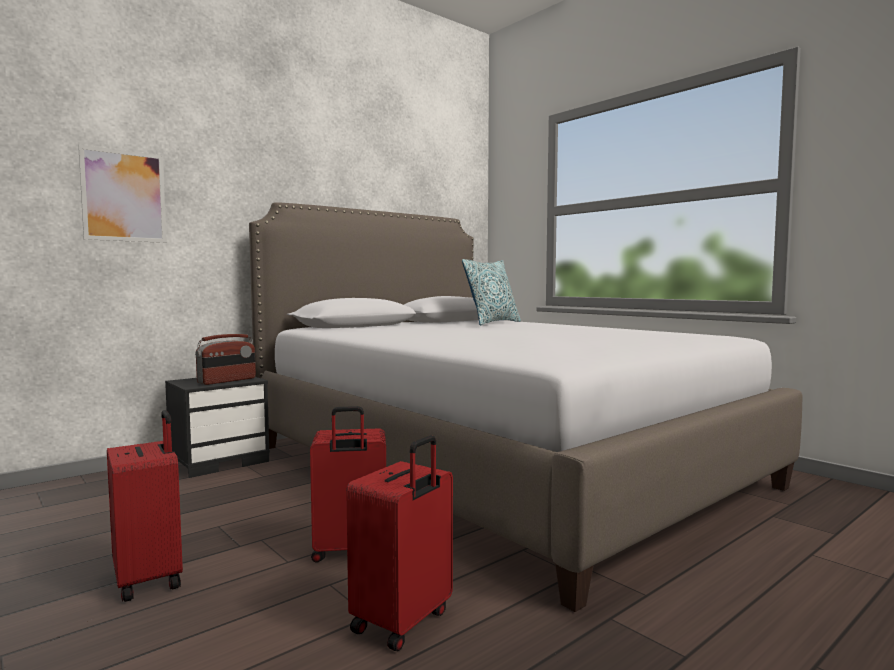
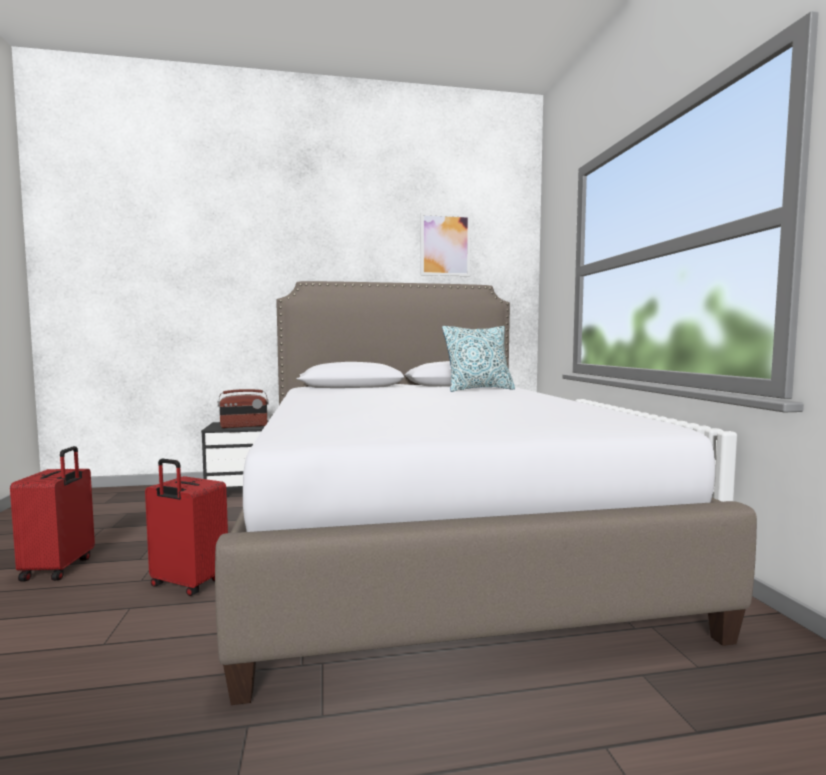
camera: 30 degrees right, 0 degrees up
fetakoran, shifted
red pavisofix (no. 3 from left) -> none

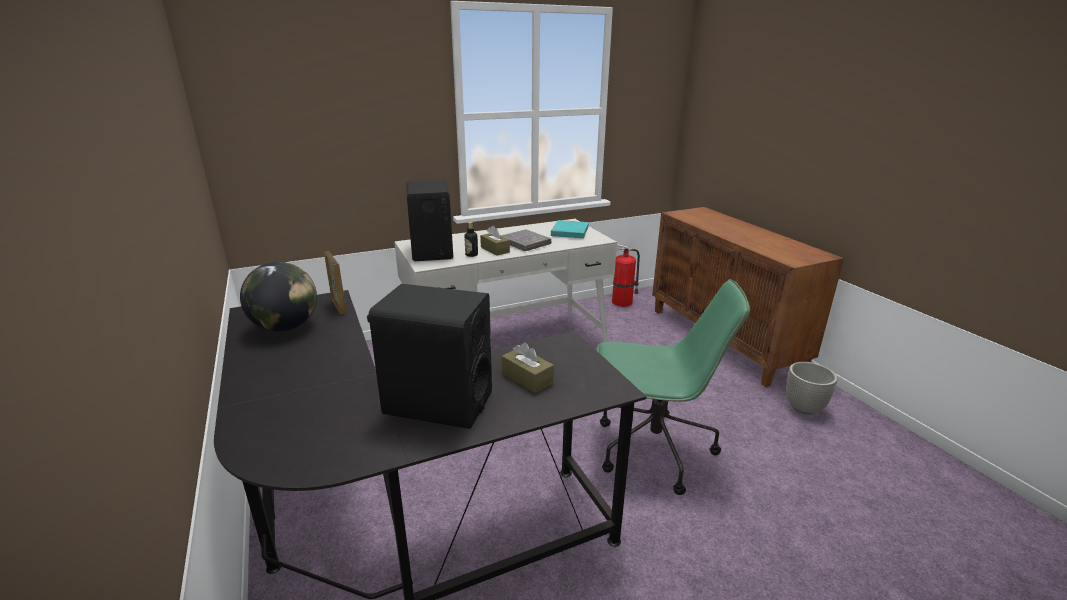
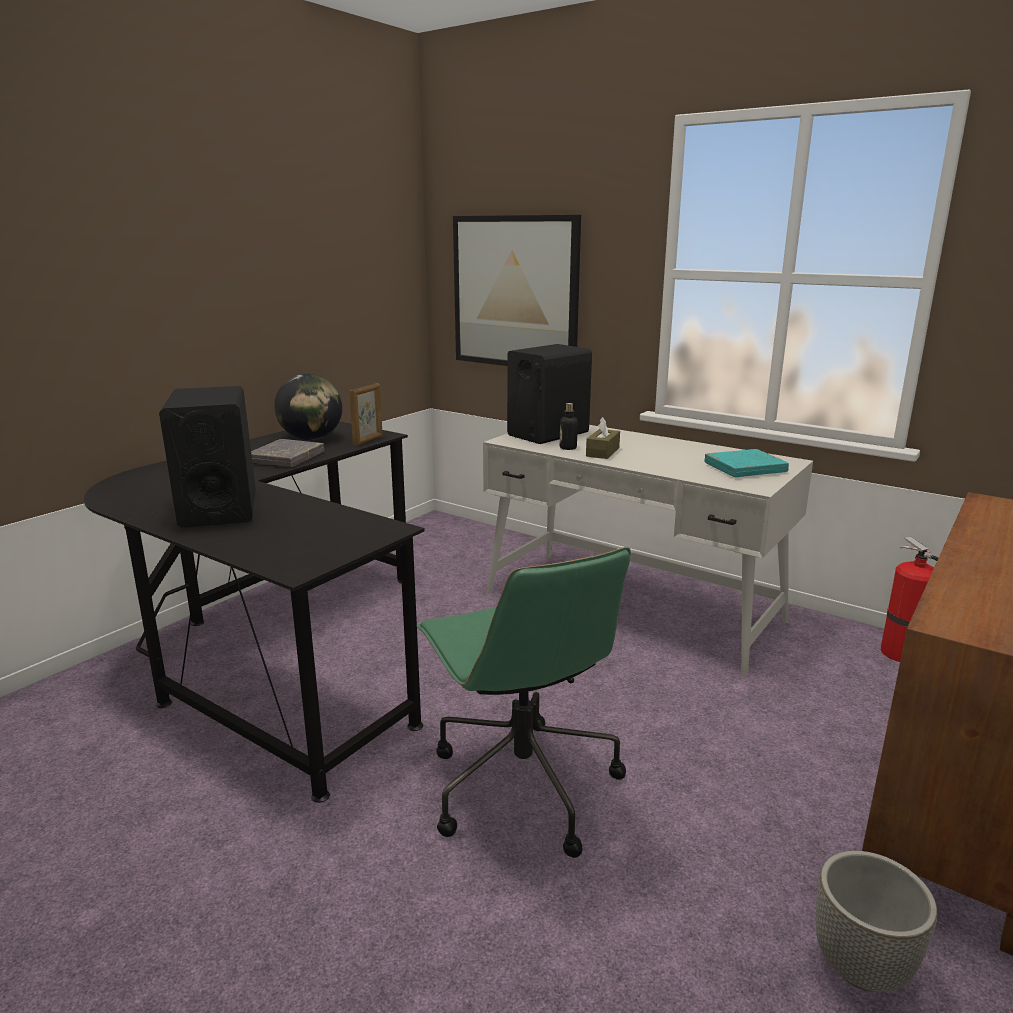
camera: 60 degrees right, 5 degrees down
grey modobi, shifted
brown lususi (no. 2 from left) -> none
none -> fetakoran

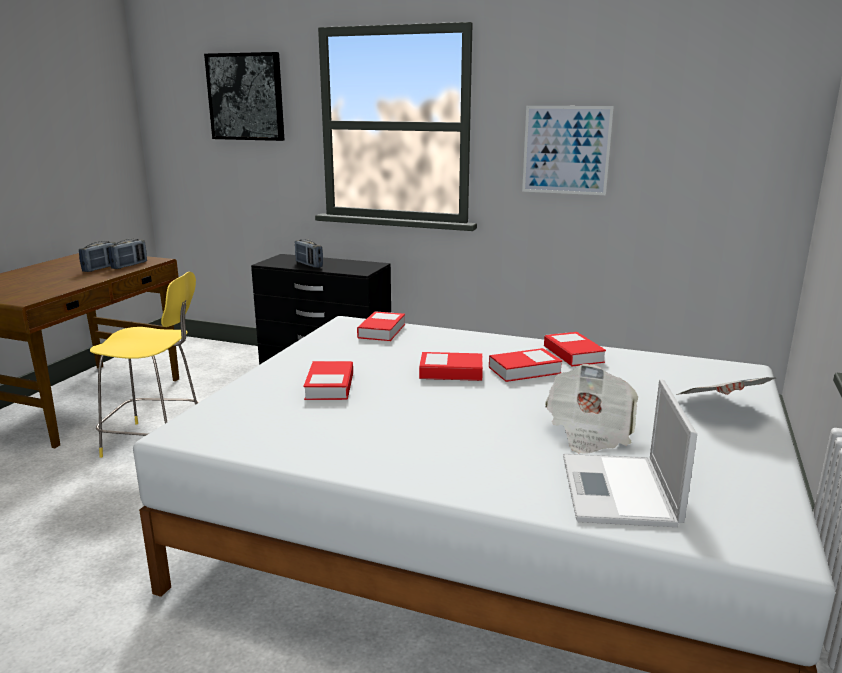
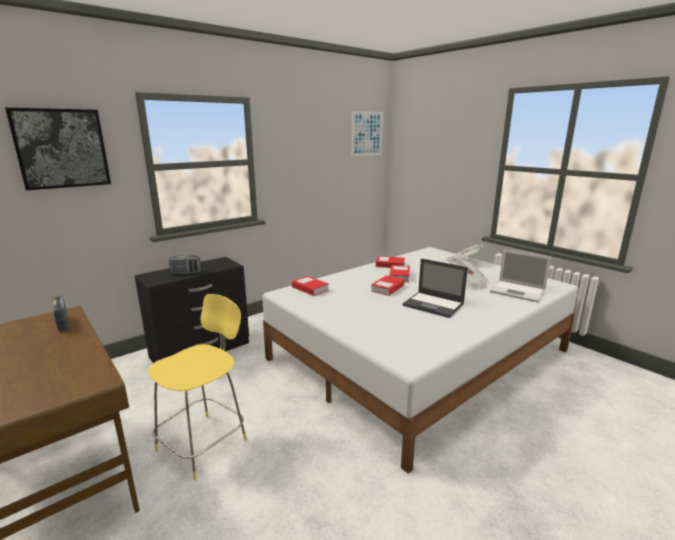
camera: 60 degrees left, 0 degrees up
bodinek (no. 1 from left) -> none
modobi (no. 1 from left) -> none
fetakoran (no. 2 from left), shifted
none -> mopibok (no. 1 from left)

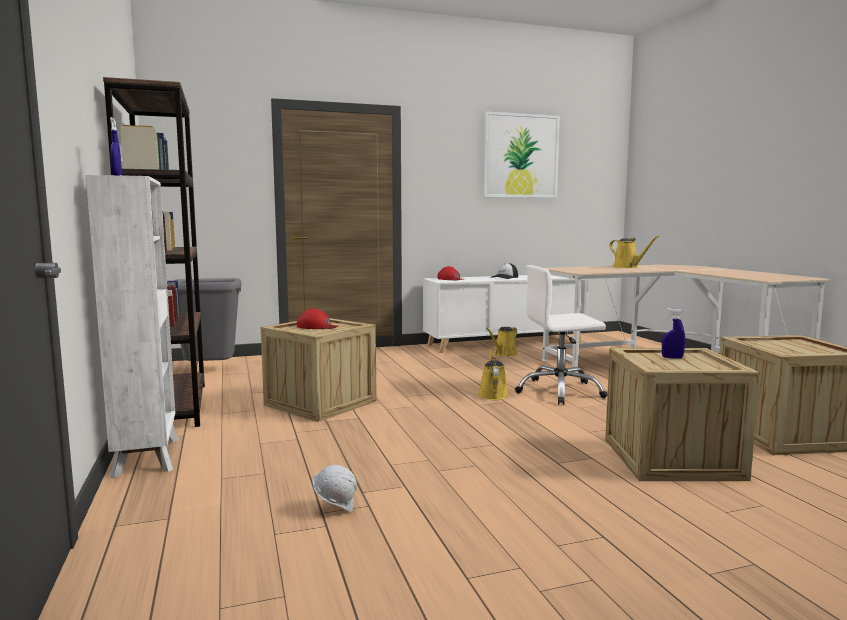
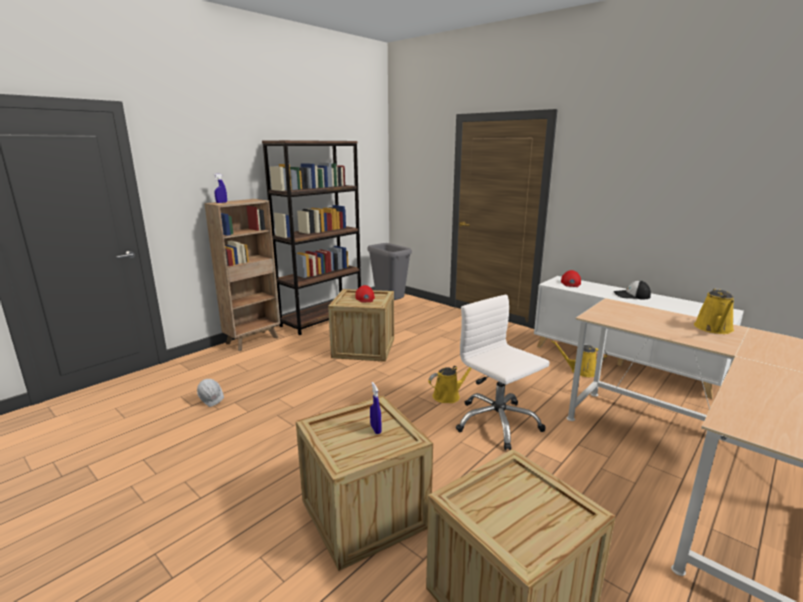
camera: 60 degrees right, 10 degrees up
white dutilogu -> brown dutilogu (no. 1 from left)
fetakoran -> none

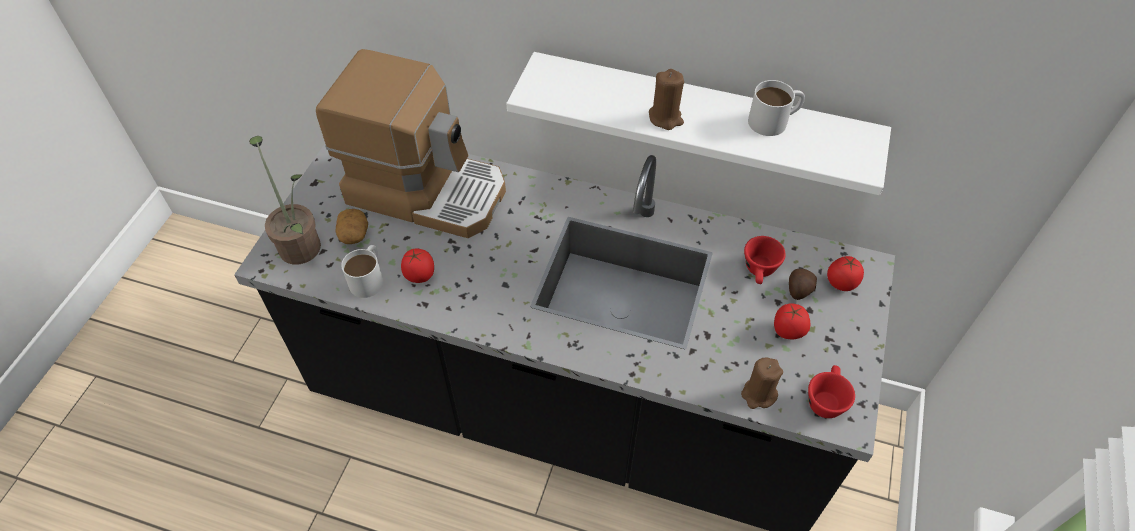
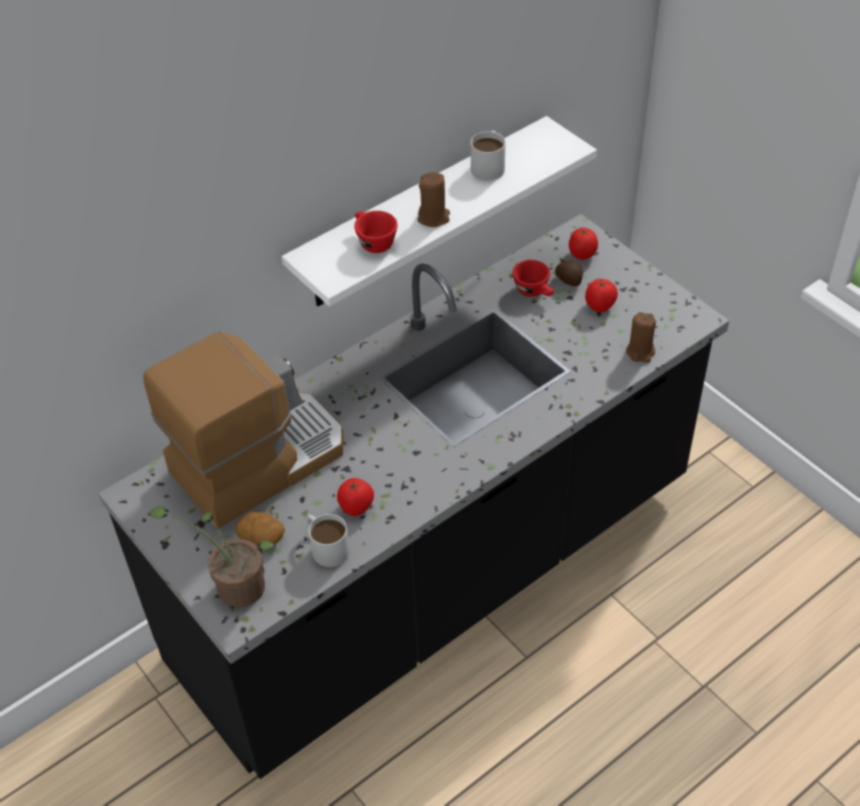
camera: 55 degrees left, 5 degrees down
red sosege (no. 2 from left in the first image) -> red sosege (no. 1 from left), shifted

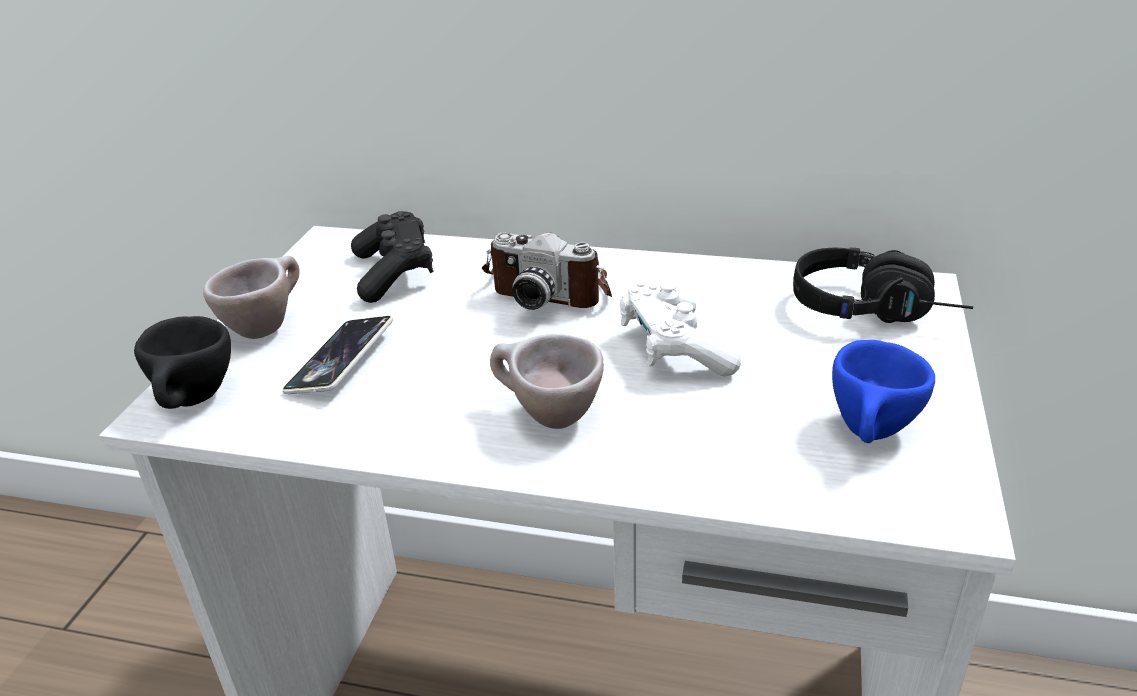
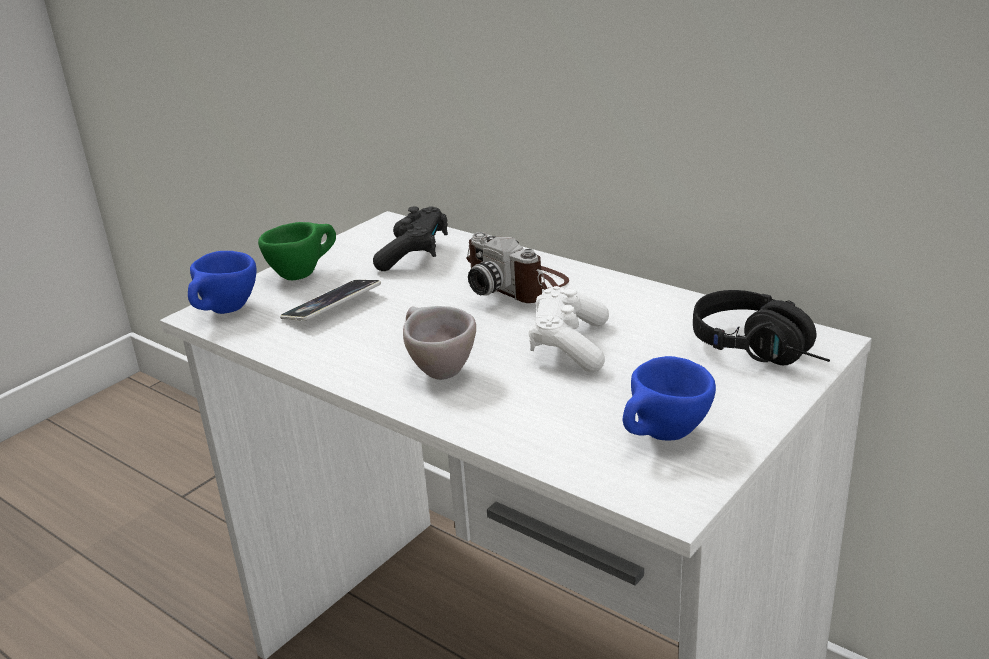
camera: 25 degrees right, 5 degrees down
black sosege -> blue sosege (no. 1 from left)
beige sosege (no. 1 from left) -> green sosege

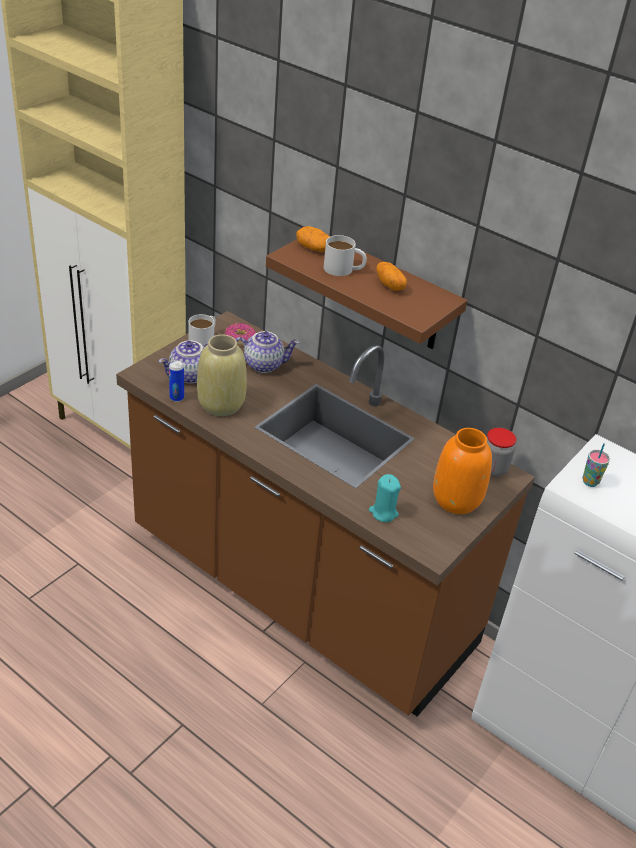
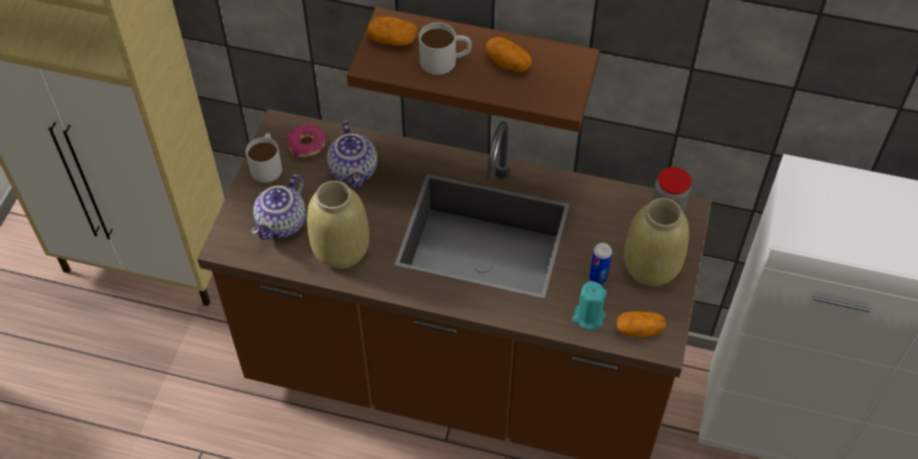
camera: 20 degrees left, 15 degrees up
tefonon, shifted
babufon (no. 2 from left), 105 degrees clockwise
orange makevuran -> beige makevuran (no. 2 from left)
sosege -> none
none -> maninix (no. 3 from left)

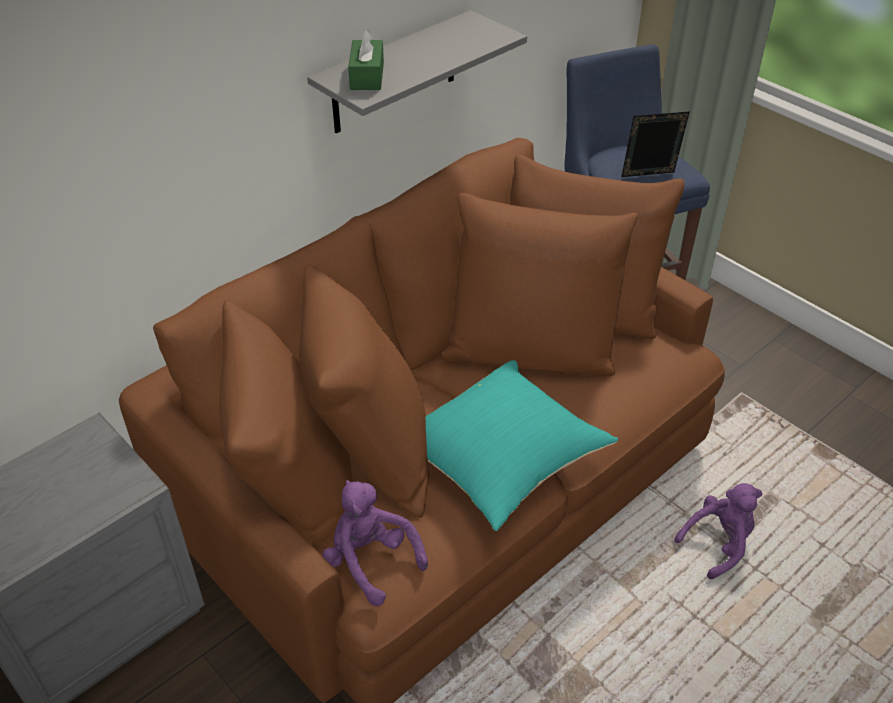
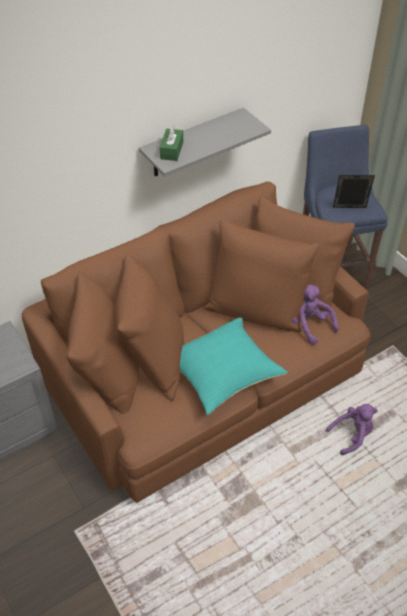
camera: 10 degrees right, 5 degrees up
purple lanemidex (no. 1 from left), shifted

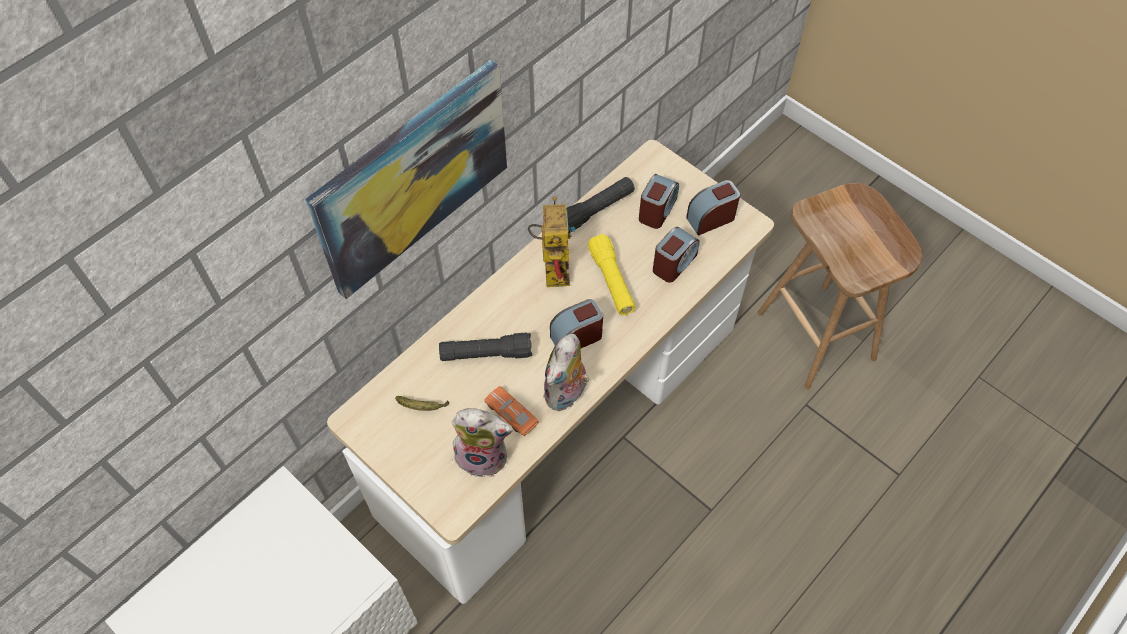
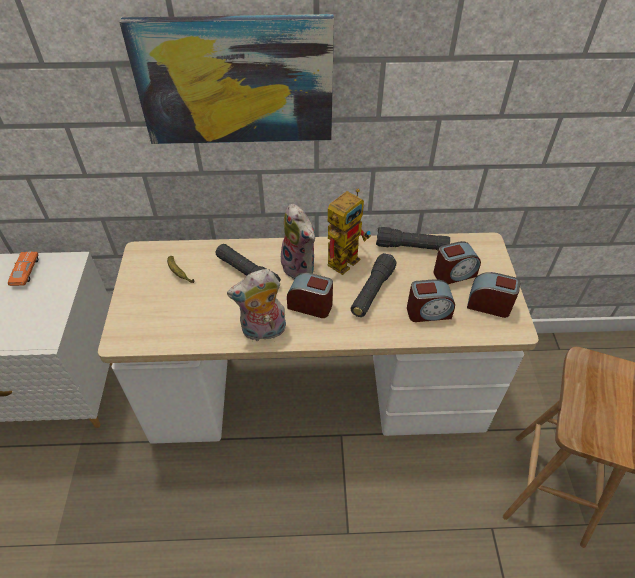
camera: 45 degrees right, 10 degrees down
lanemidex (no. 1 from left in the first image) -> lanemidex (no. 2 from left), shifted
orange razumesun, shifted
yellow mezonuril -> black mezonuril (no. 2 from left)

